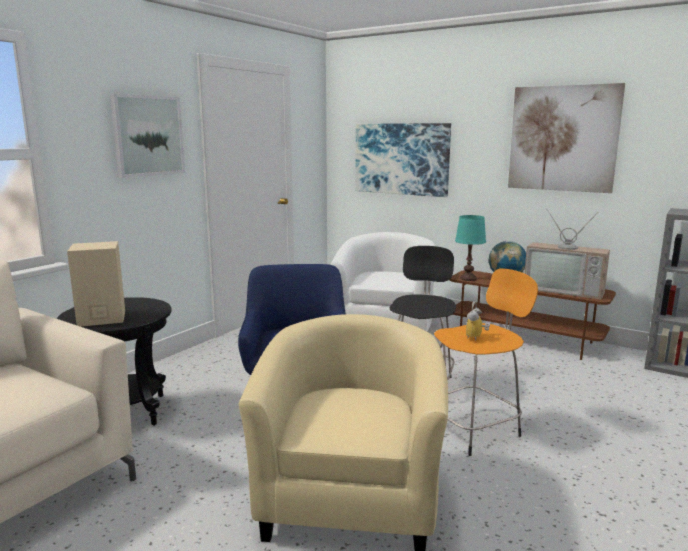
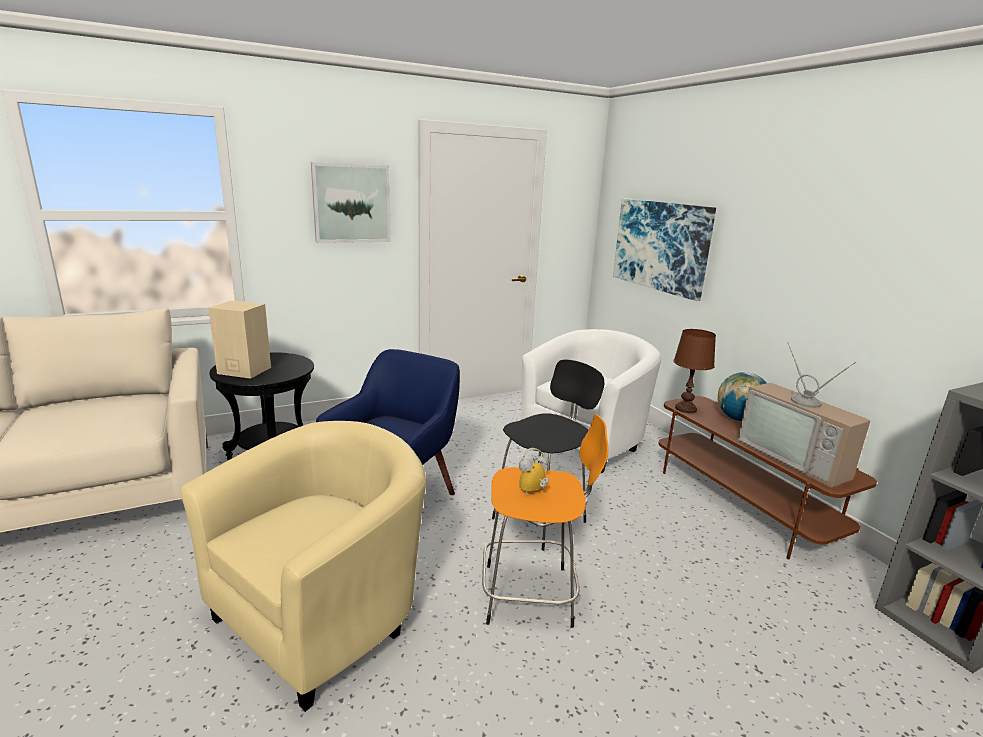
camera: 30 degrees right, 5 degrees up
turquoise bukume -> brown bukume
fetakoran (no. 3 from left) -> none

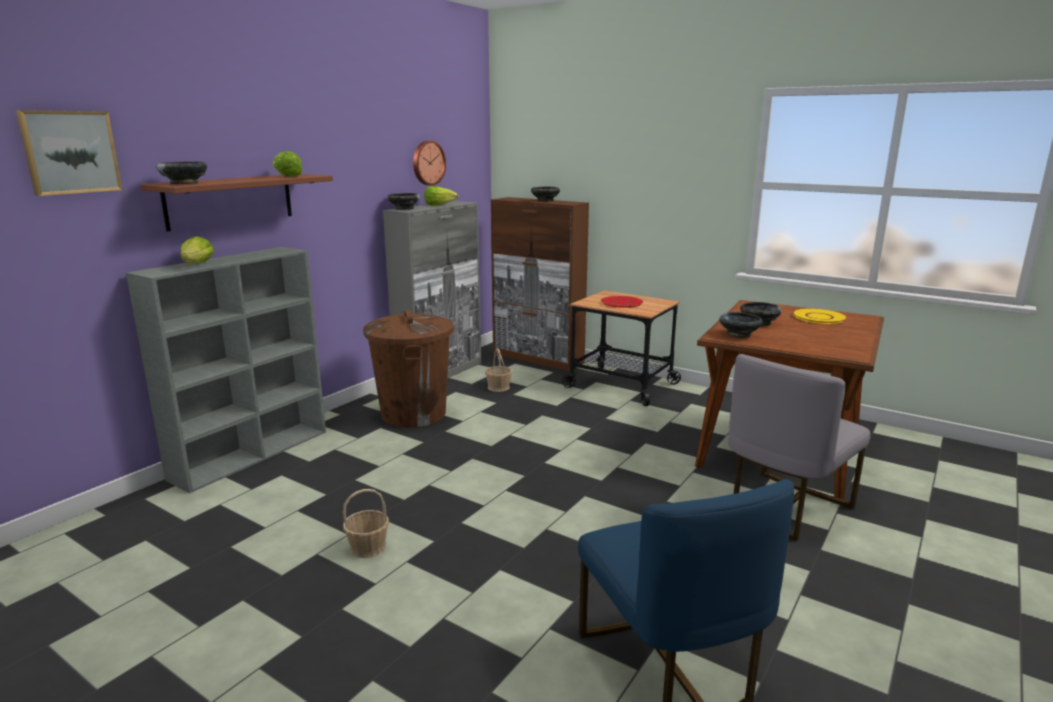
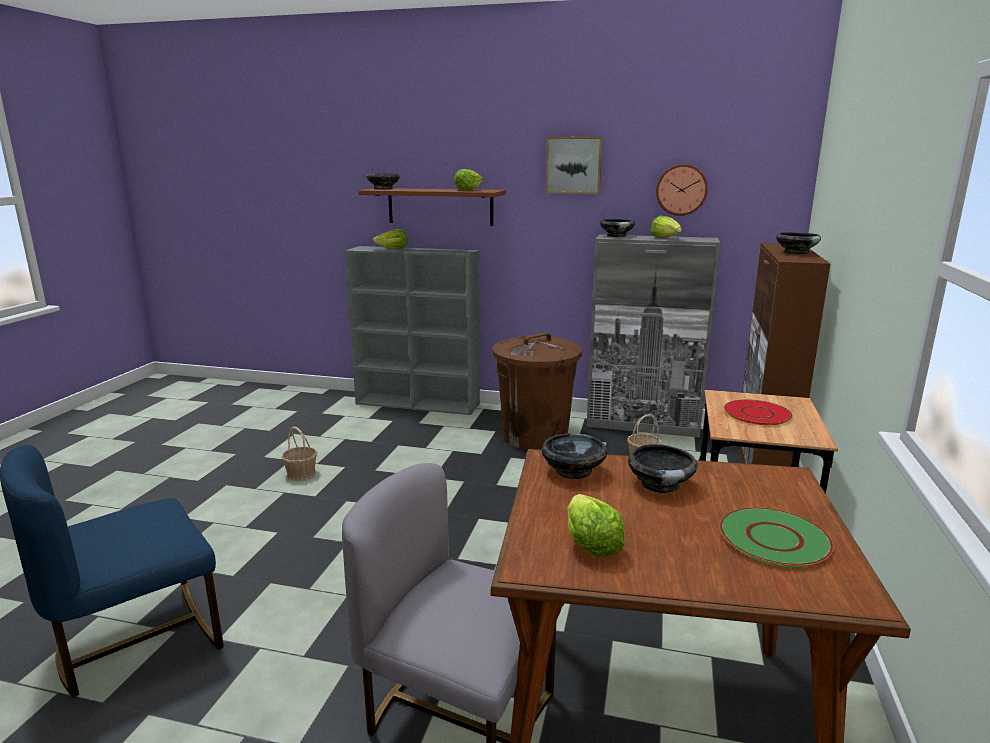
camera: 70 degrees right, 0 degrees up
fetakoran, shifted
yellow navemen -> green navemen
none -> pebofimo (no. 3 from left)

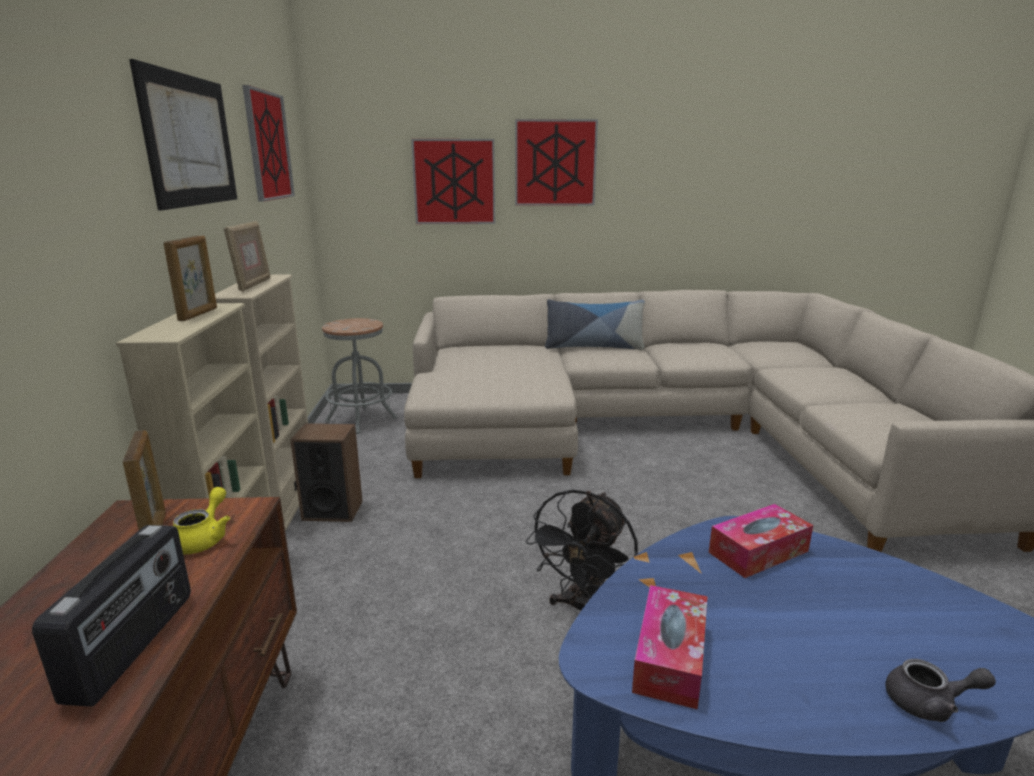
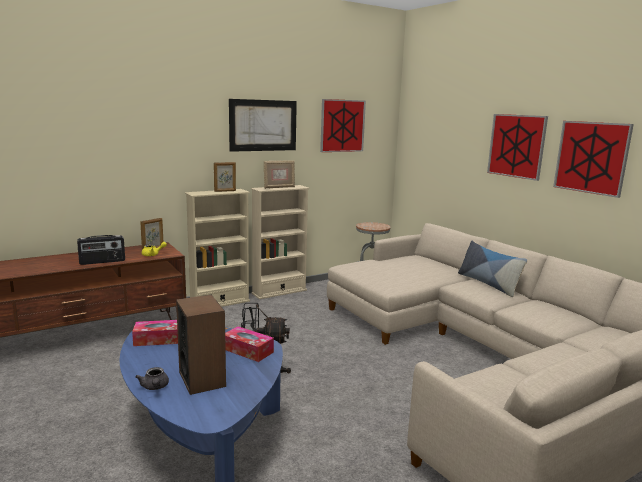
camera: 60 degrees right, 5 degrees down
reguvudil, shifted
fetakoran (no. 3 from left in the first image) -> fetakoran (no. 4 from left), shifted

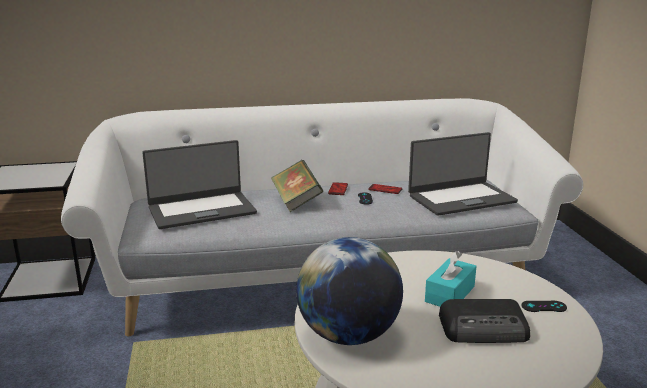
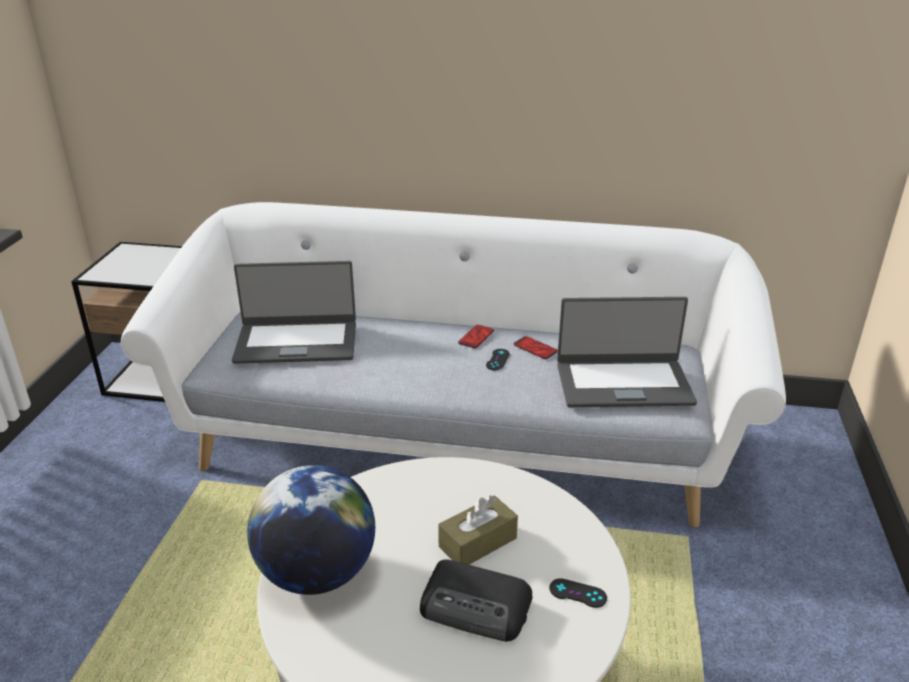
camera: 20 degrees right, 10 degrees up
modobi -> none
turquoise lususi -> brown lususi

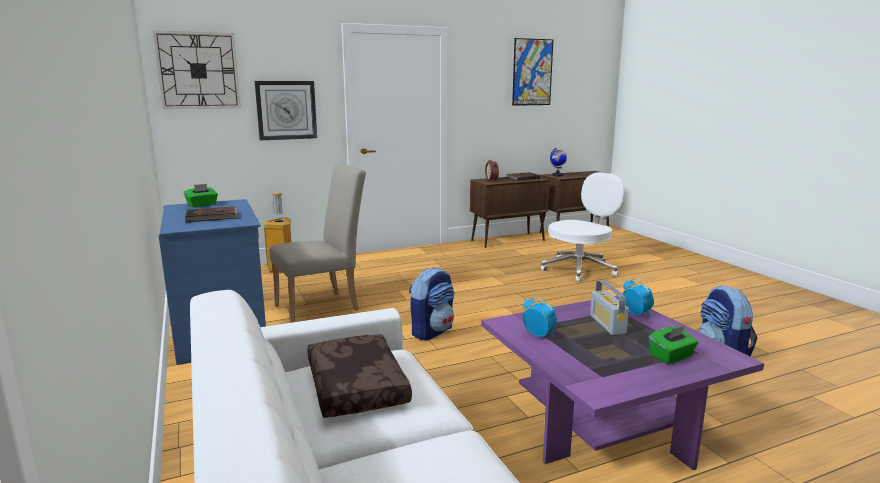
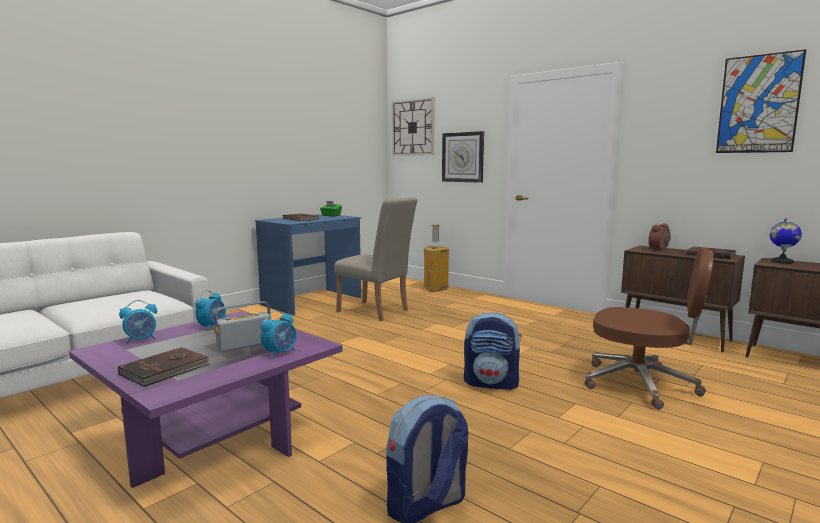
camera: 65 degrees right, 5 degrees down
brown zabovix -> none
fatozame (no. 1 from left in the first image) -> fatozame (no. 2 from left), shifted
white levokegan -> brown levokegan
green lususi (no. 2 from left) -> brown modobi (no. 1 from left)
none -> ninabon (no. 1 from left)

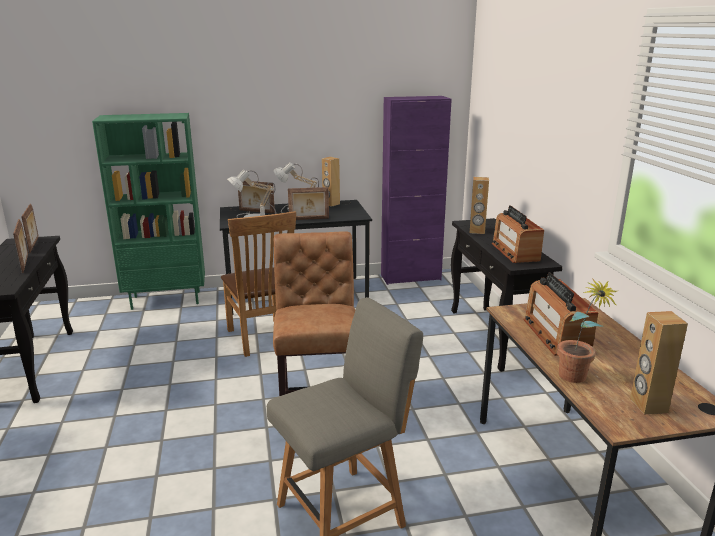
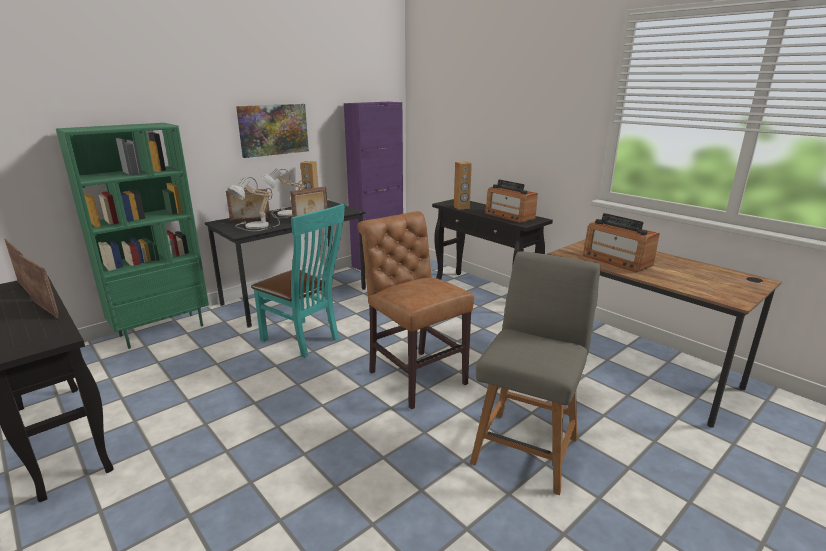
camera: 30 degrees left, 0 degrees up
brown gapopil (no. 1 from left) -> turquoise gapopil
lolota -> none
brown reguvudil (no. 3 from left) -> none
none -> fetakoran

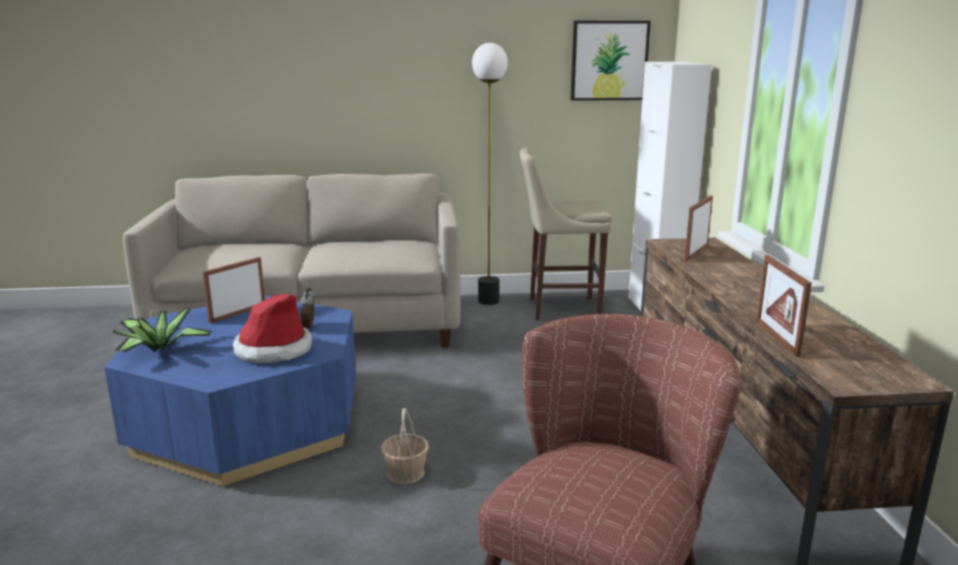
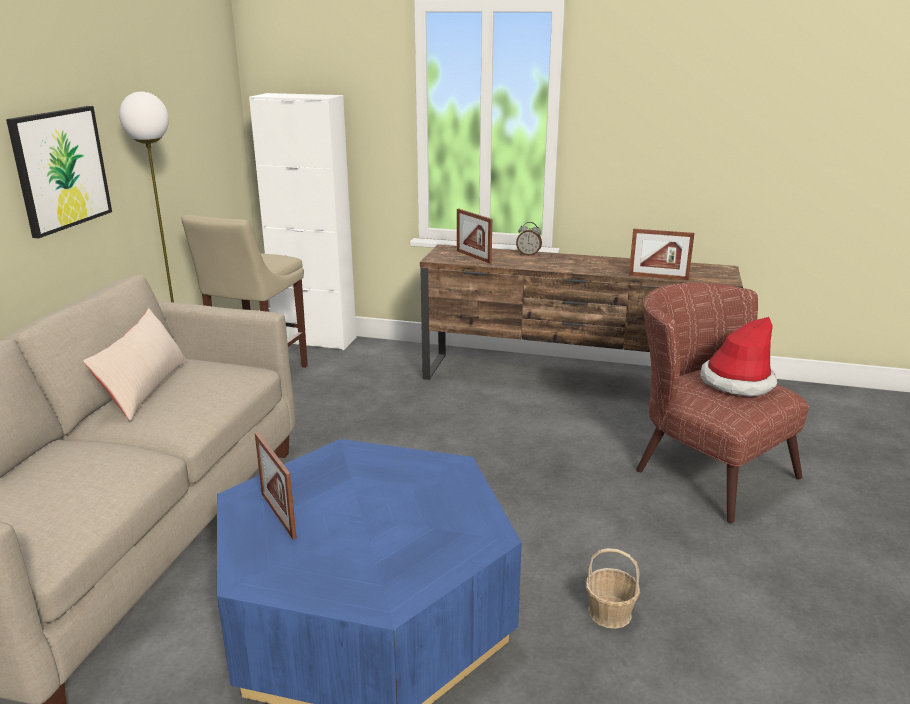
camera: 70 degrees left, 5 degrees up
lolota -> none
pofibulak, shifted
ninabon, shifted
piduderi, shifted
fetakoran, shifted
none -> beige zabovix

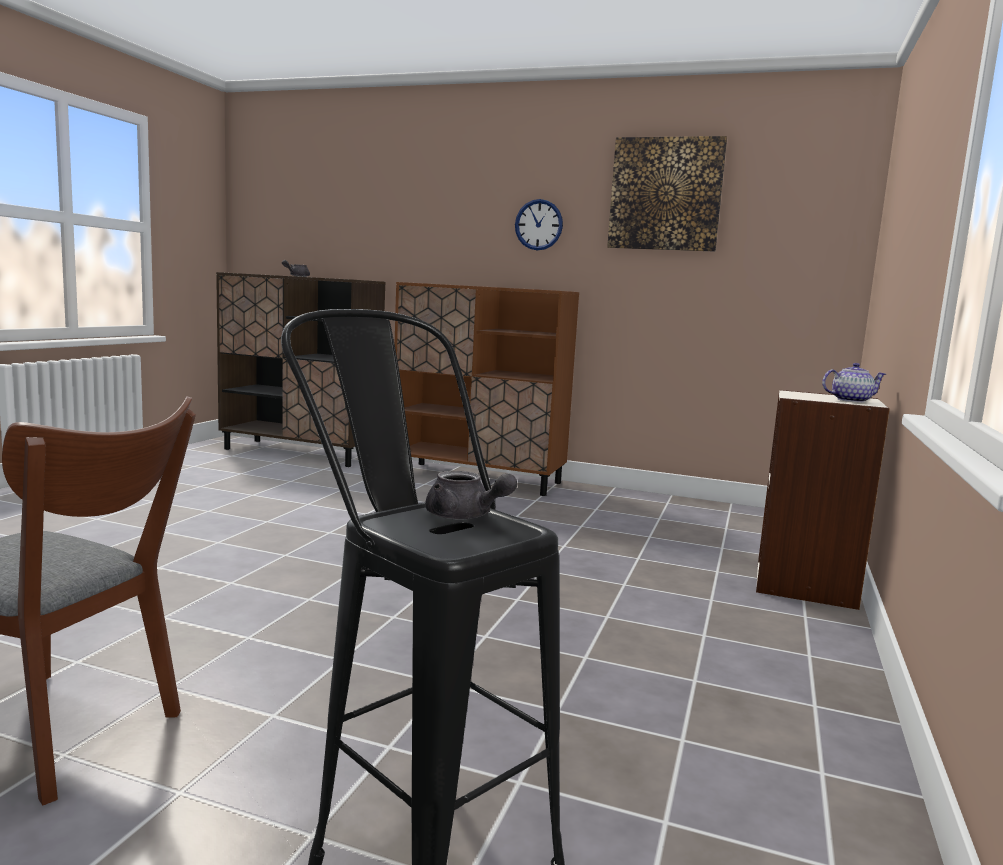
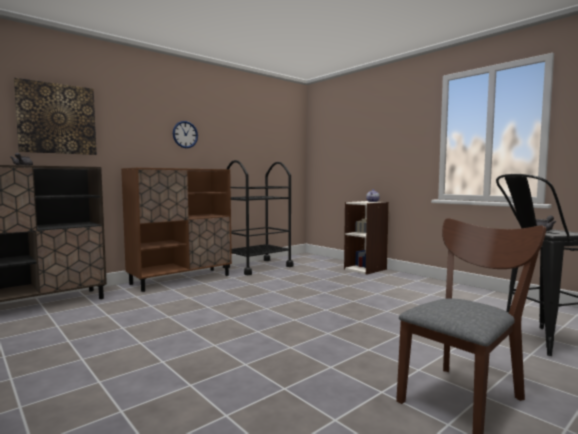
camera: 60 degrees left, 5 degrees down
fetakoran, shifted
none -> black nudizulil

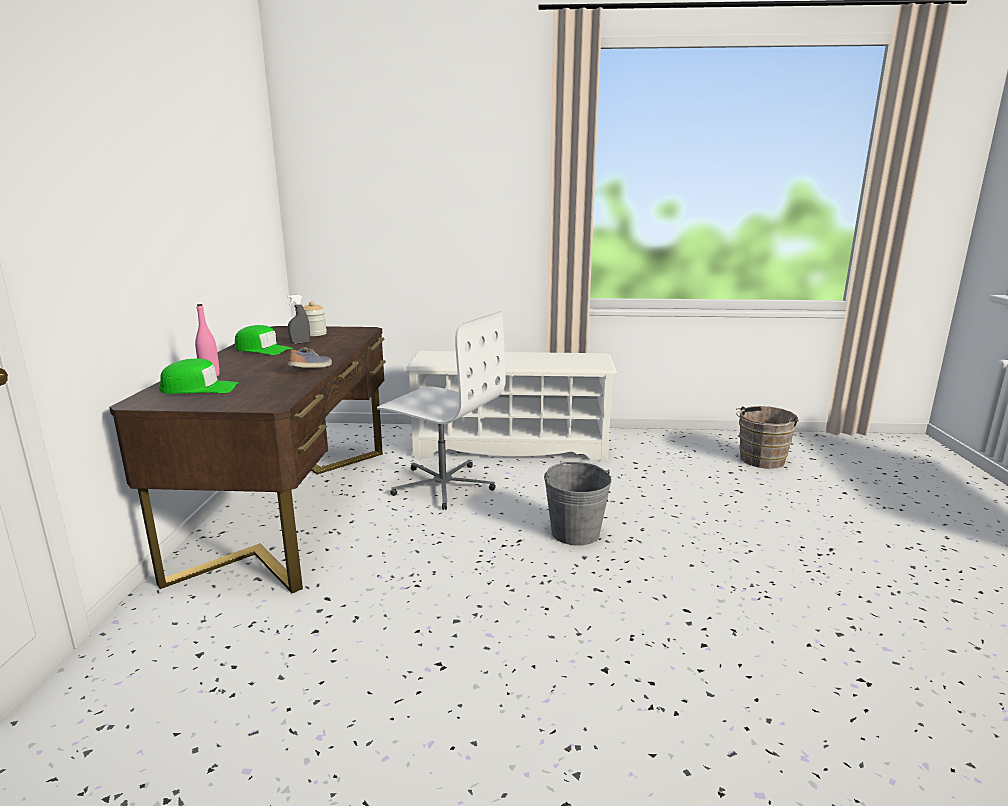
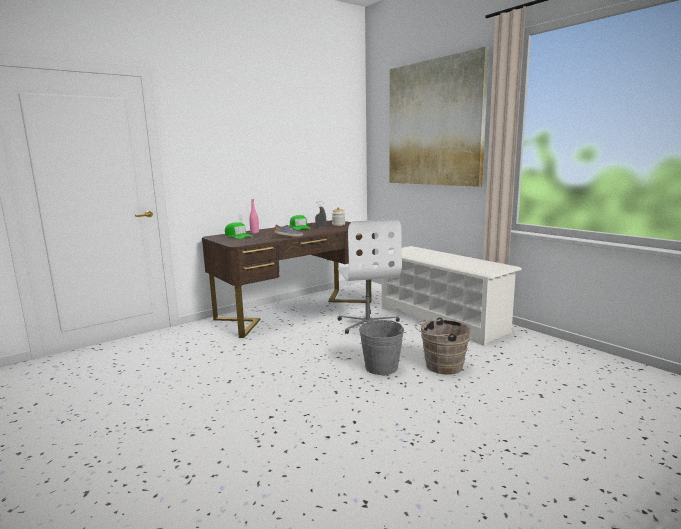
camera: 50 degrees right, 5 degrees down
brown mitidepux, shifted
none -> fetakoran

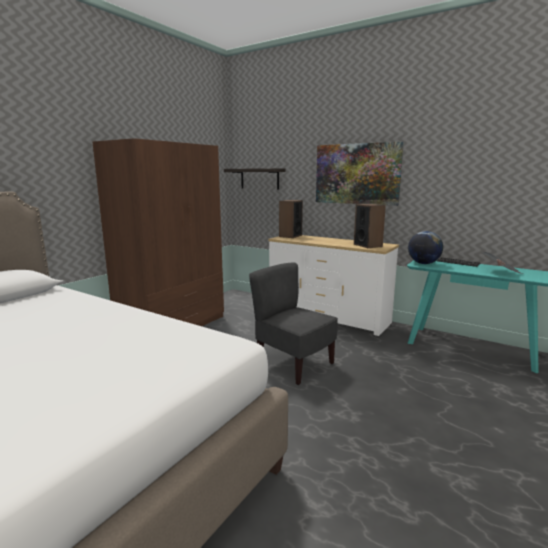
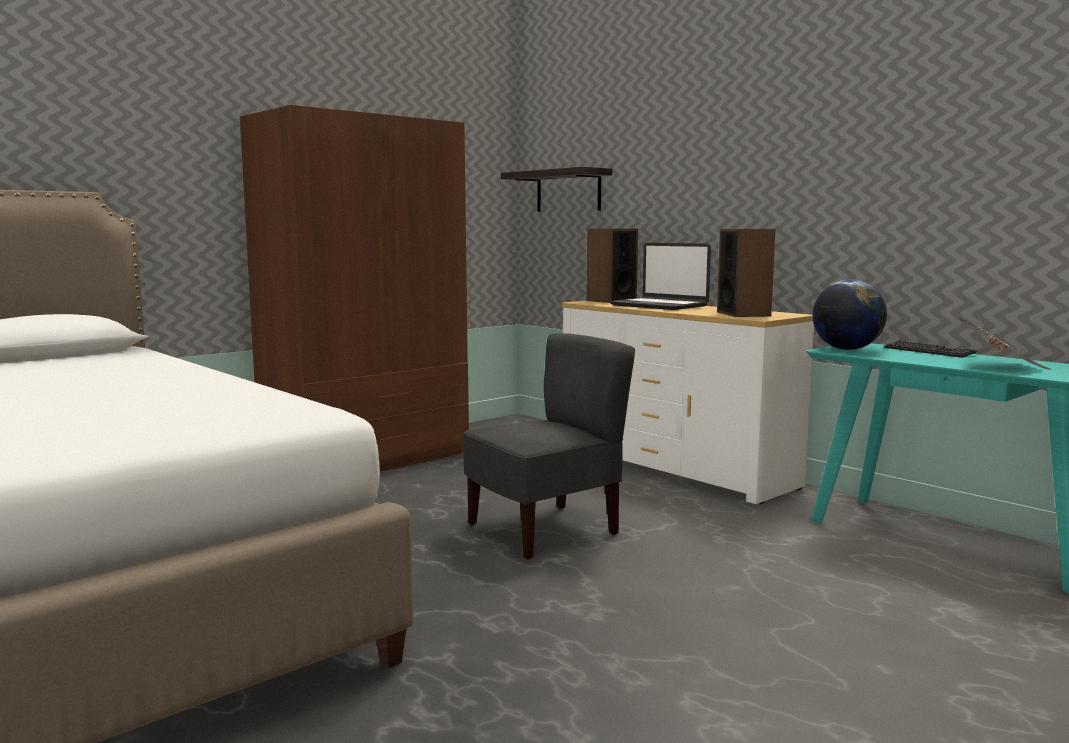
camera: 15 degrees right, 5 degrees down
grey gapopil, 90 degrees clockwise
fetakoran -> none
none -> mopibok

